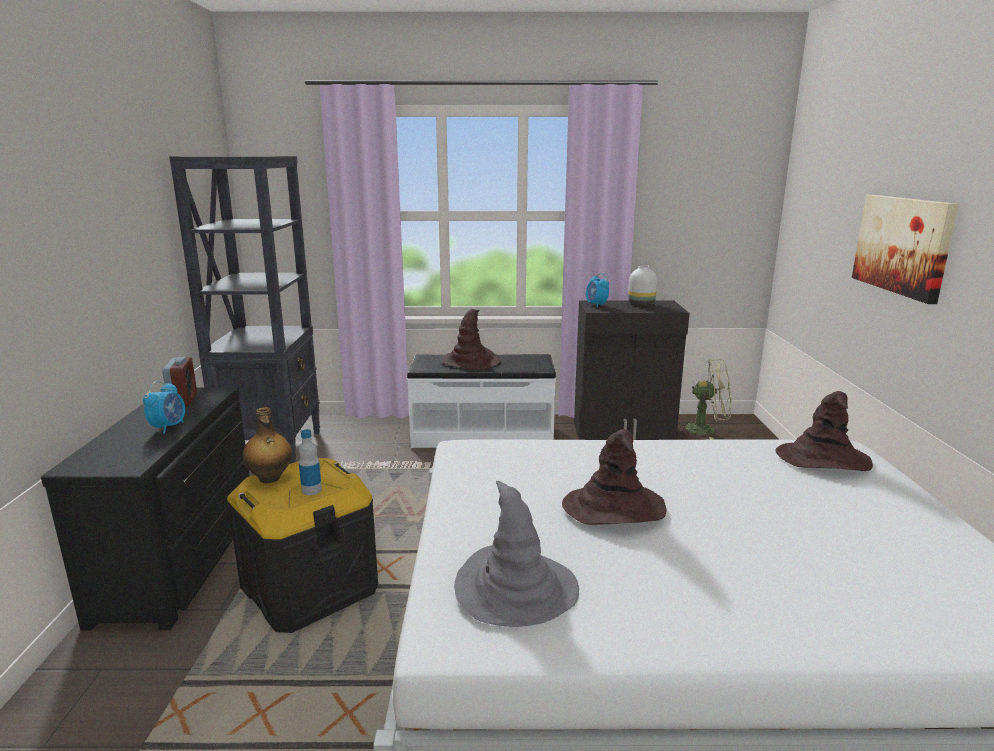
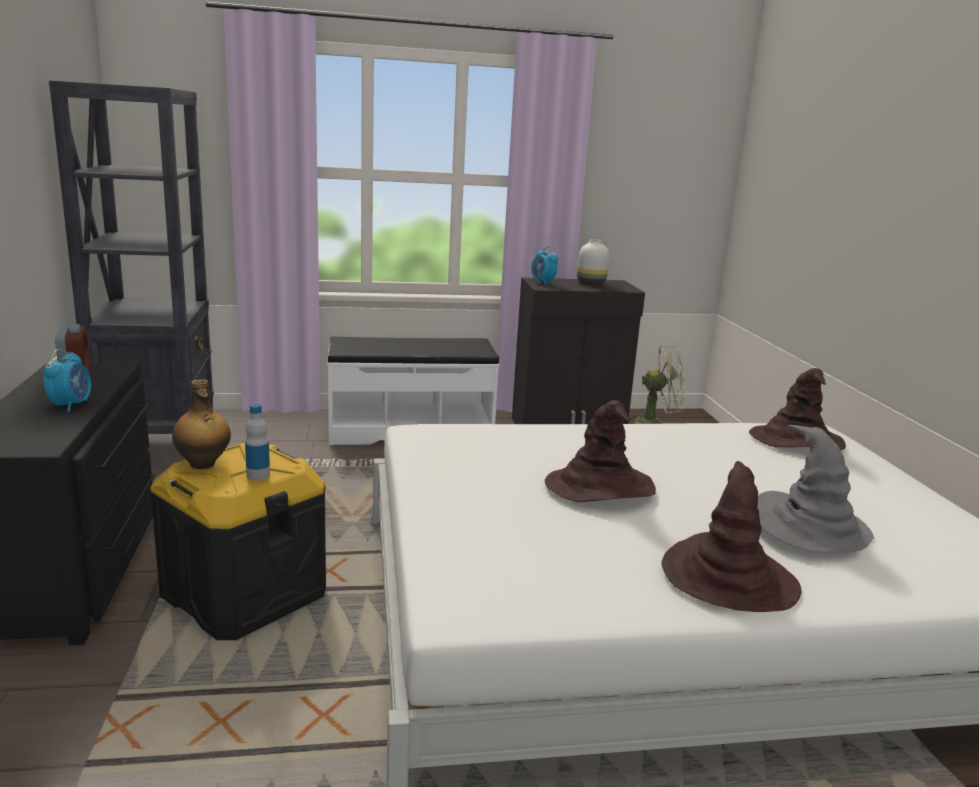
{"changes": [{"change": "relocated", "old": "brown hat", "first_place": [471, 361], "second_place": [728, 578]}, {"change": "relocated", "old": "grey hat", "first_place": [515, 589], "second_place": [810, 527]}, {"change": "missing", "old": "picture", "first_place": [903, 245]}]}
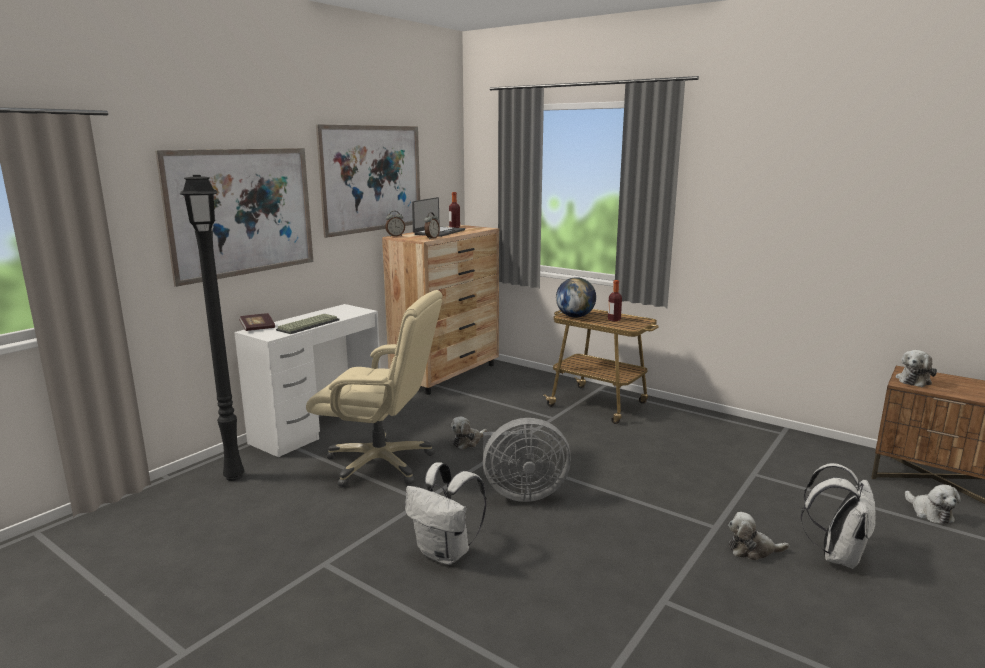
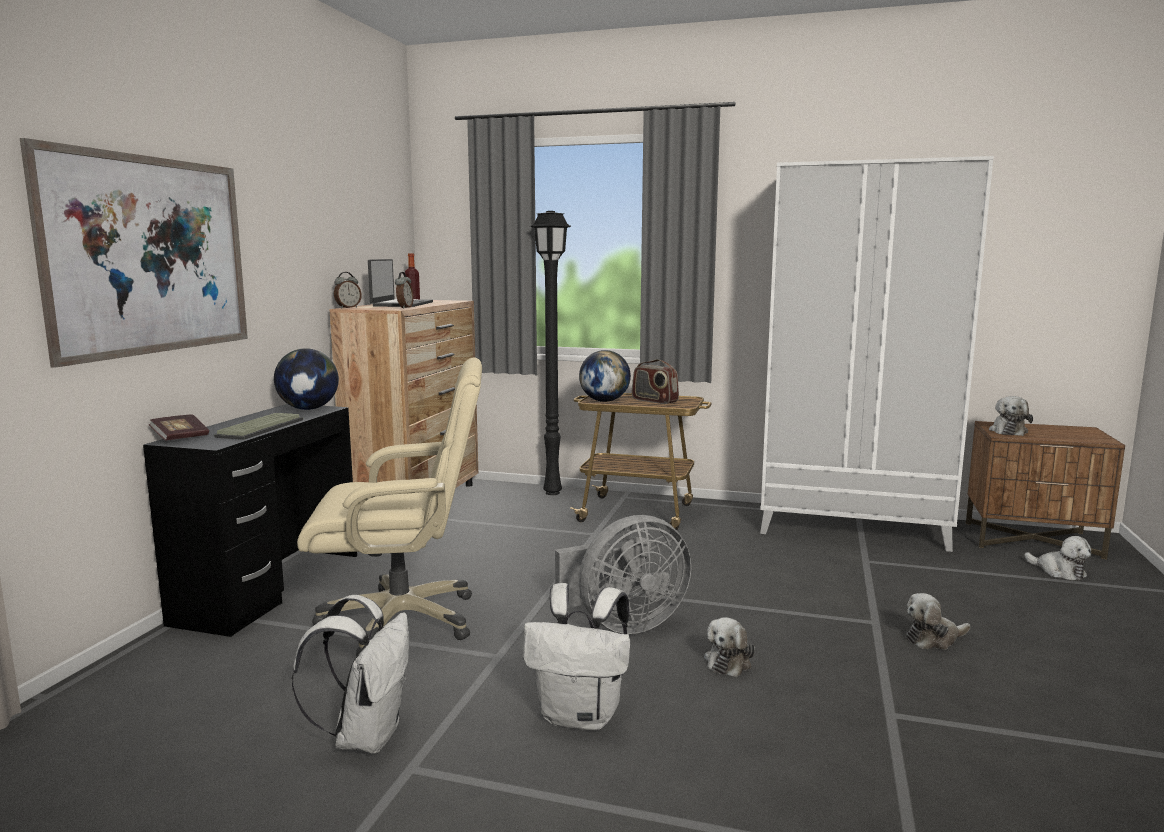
{"changes": [{"change": "colour", "old": "white desk", "new": "black desk", "first_place": [318, 426], "second_place": [270, 587]}, {"change": "appeared", "new": "globe", "second_place": [308, 409]}, {"change": "relocated", "old": "white backpack", "first_place": [836, 555], "second_place": [366, 736]}, {"change": "relocated", "old": "black floor lamp", "first_place": [233, 476], "second_place": [551, 493]}, {"change": "exchanged", "old": "bottle", "new": "radio", "first_place": [614, 320], "second_place": [654, 401]}, {"change": "relocated", "old": "plush toy", "first_place": [467, 442], "second_place": [729, 661]}, {"change": "appeared", "new": "white wardrobe", "second_place": [852, 526]}, {"change": "missing", "old": "picture", "first_place": [372, 178]}]}
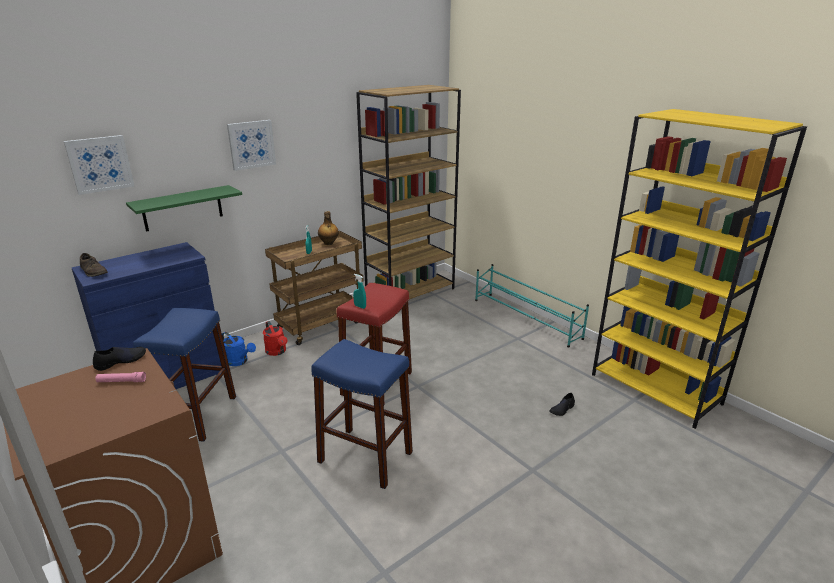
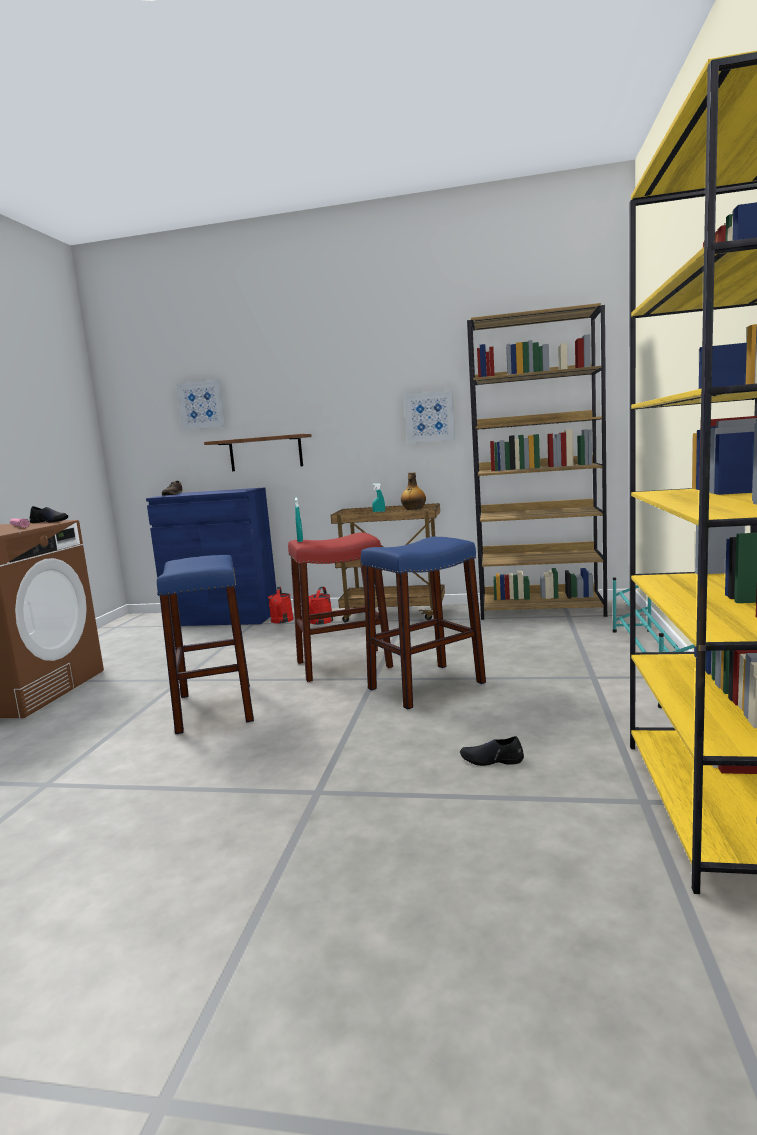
{"changes": [{"change": "colour", "old": "green shelf", "new": "brown shelf", "first_place": [182, 208], "second_place": [265, 453]}, {"change": "colour", "old": "blue watering can", "new": "red watering can", "first_place": [239, 361], "second_place": [282, 621]}, {"change": "relocated", "old": "blue stool", "first_place": [197, 415], "second_place": [426, 685]}, {"change": "relocated", "old": "picture", "first_place": [251, 144], "second_place": [429, 417]}]}
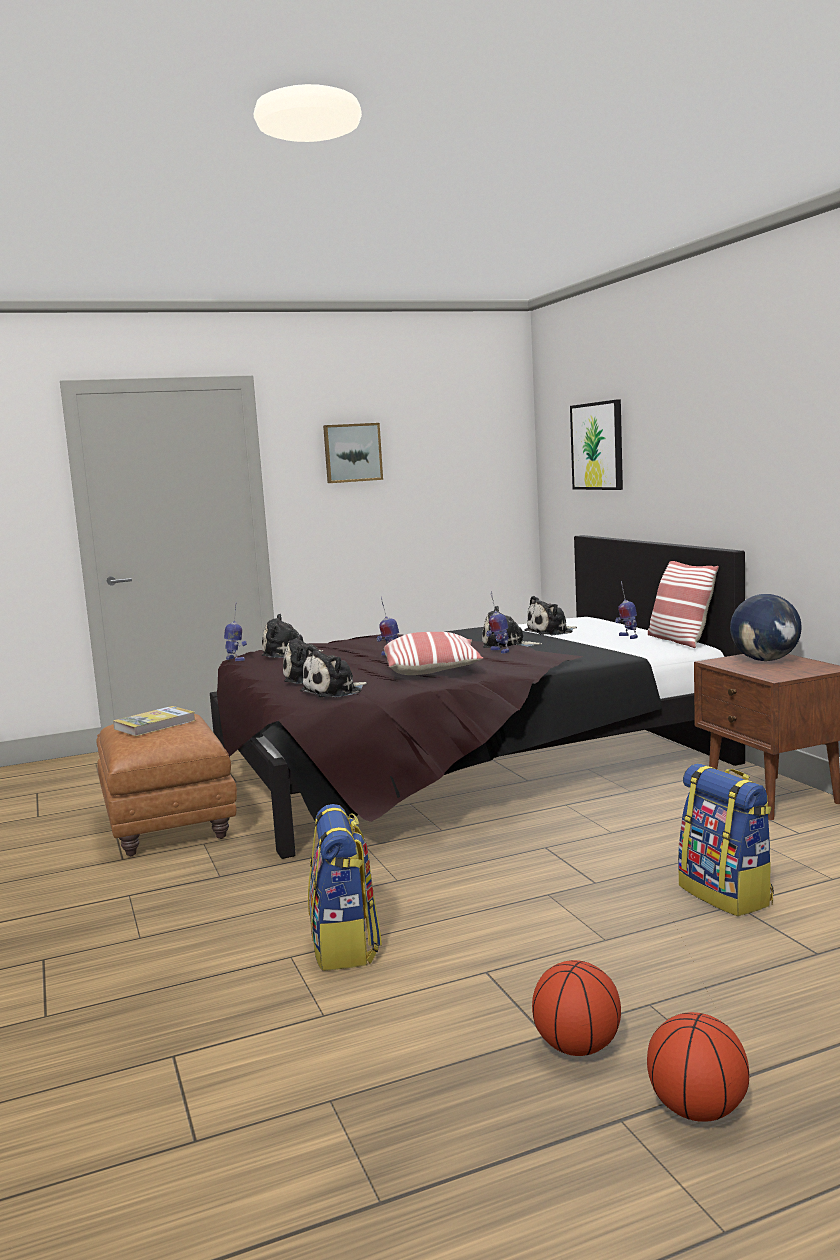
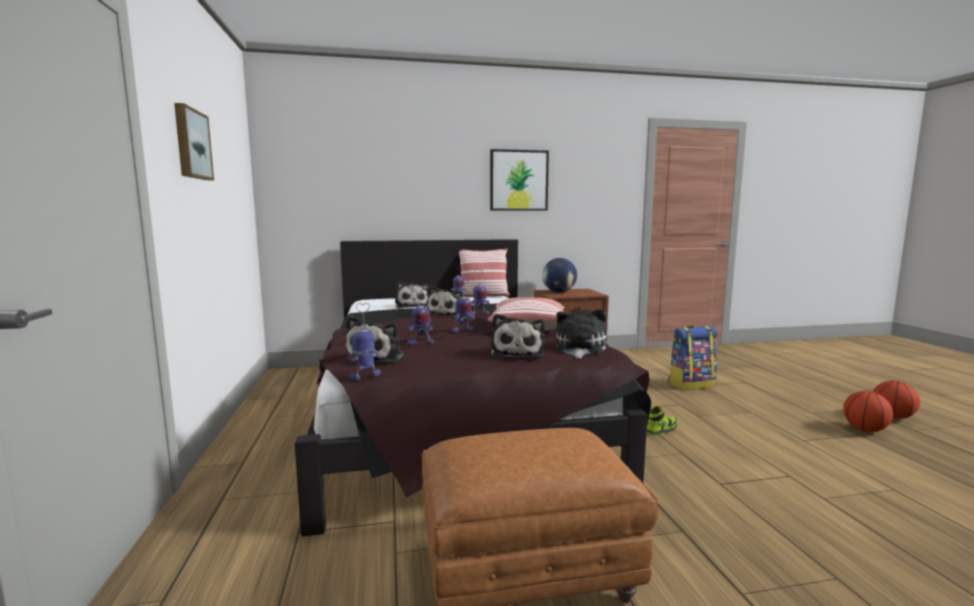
{"changes": [{"change": "appeared", "new": "toy robot", "second_place": [420, 343]}, {"change": "relocated", "old": "picture", "first_place": [597, 446], "second_place": [518, 180]}, {"change": "spun", "old": "plush toy", "first_place": [335, 691], "second_place": [579, 348], "degrees": -135}, {"change": "appeared", "new": "shoe", "second_place": [661, 430]}, {"change": "missing", "old": "book", "first_place": [155, 725]}, {"change": "missing", "old": "backpack", "first_place": [346, 946]}]}
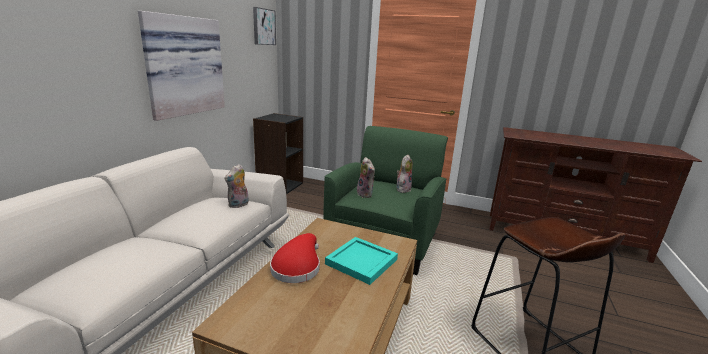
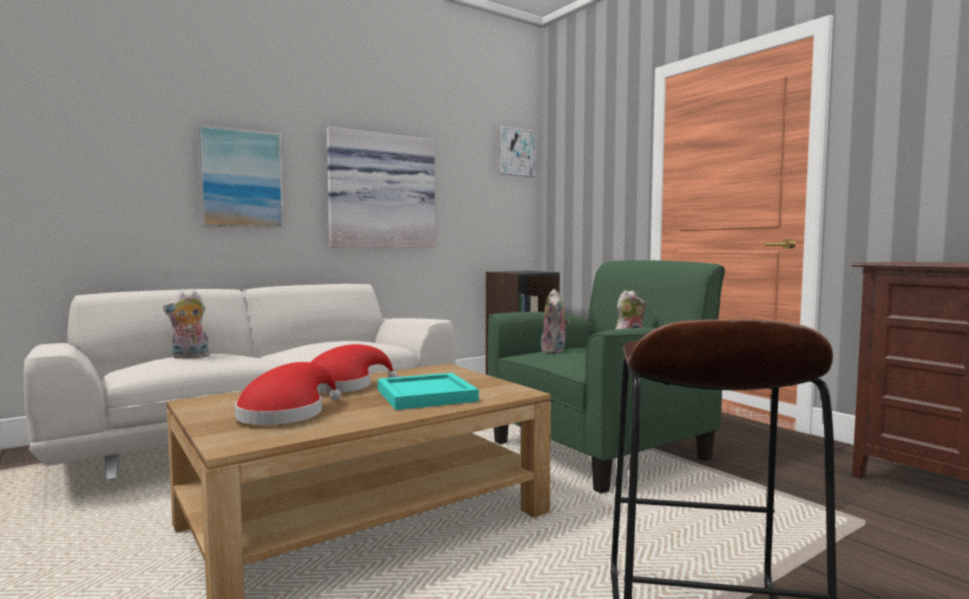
{"changes": [{"change": "relocated", "old": "plush toy", "first_place": [238, 205], "second_place": [189, 357]}, {"change": "appeared", "new": "picture", "second_place": [241, 179]}, {"change": "appeared", "new": "red hat", "second_place": [286, 414]}]}
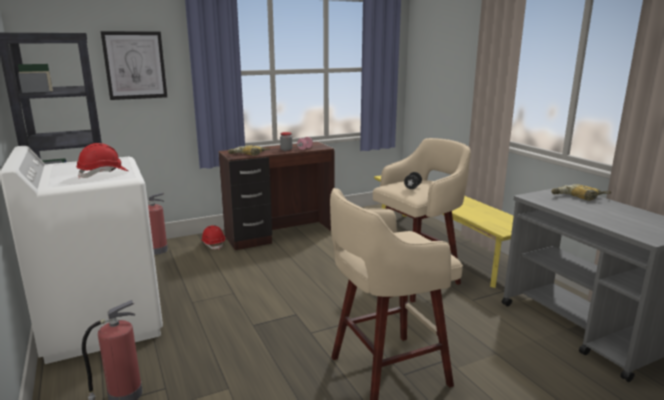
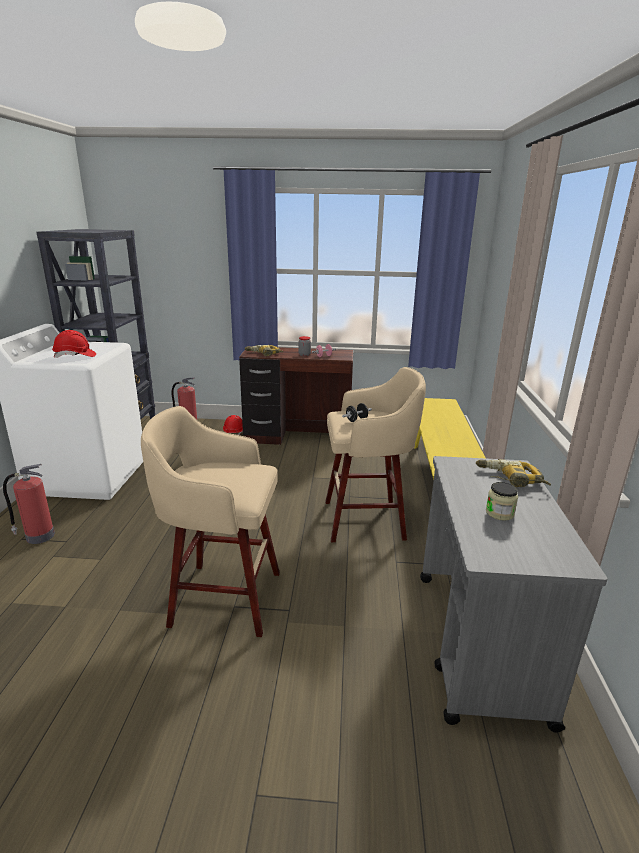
{"changes": [{"change": "appeared", "new": "jar", "second_place": [499, 513]}, {"change": "missing", "old": "picture", "first_place": [135, 65]}]}
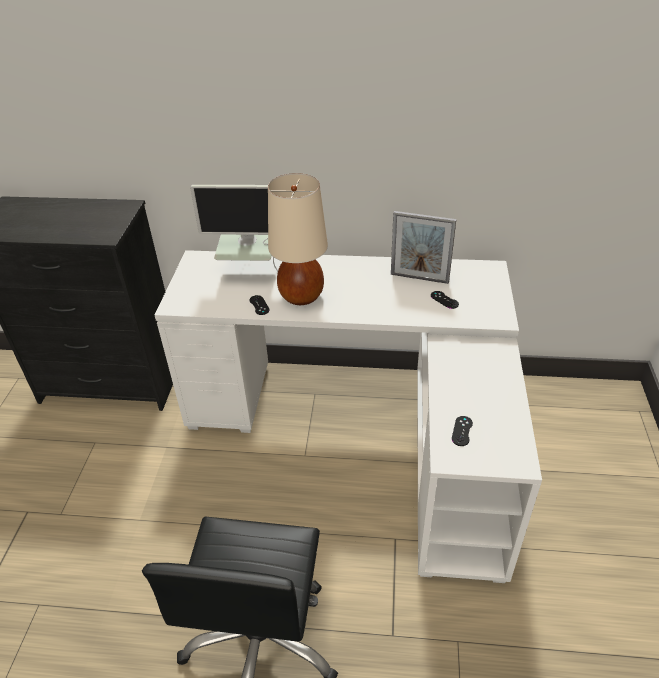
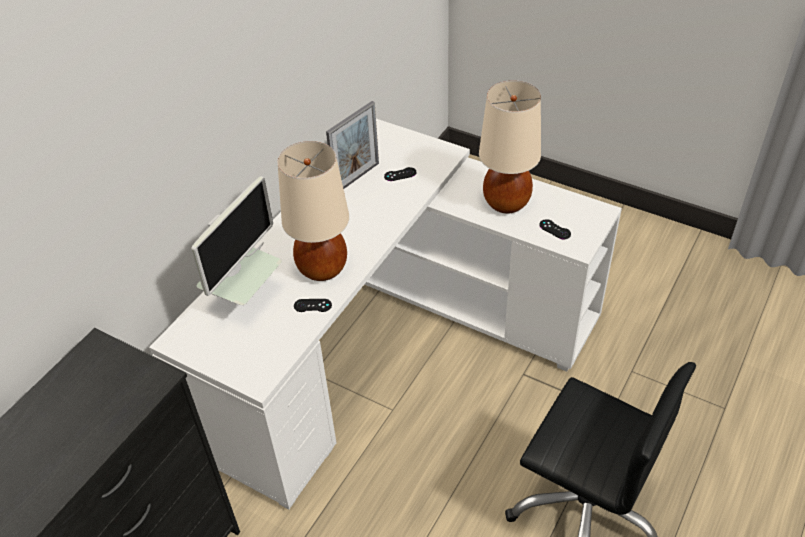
{"changes": [{"change": "appeared", "new": "beige table lamp", "second_place": [506, 202]}]}
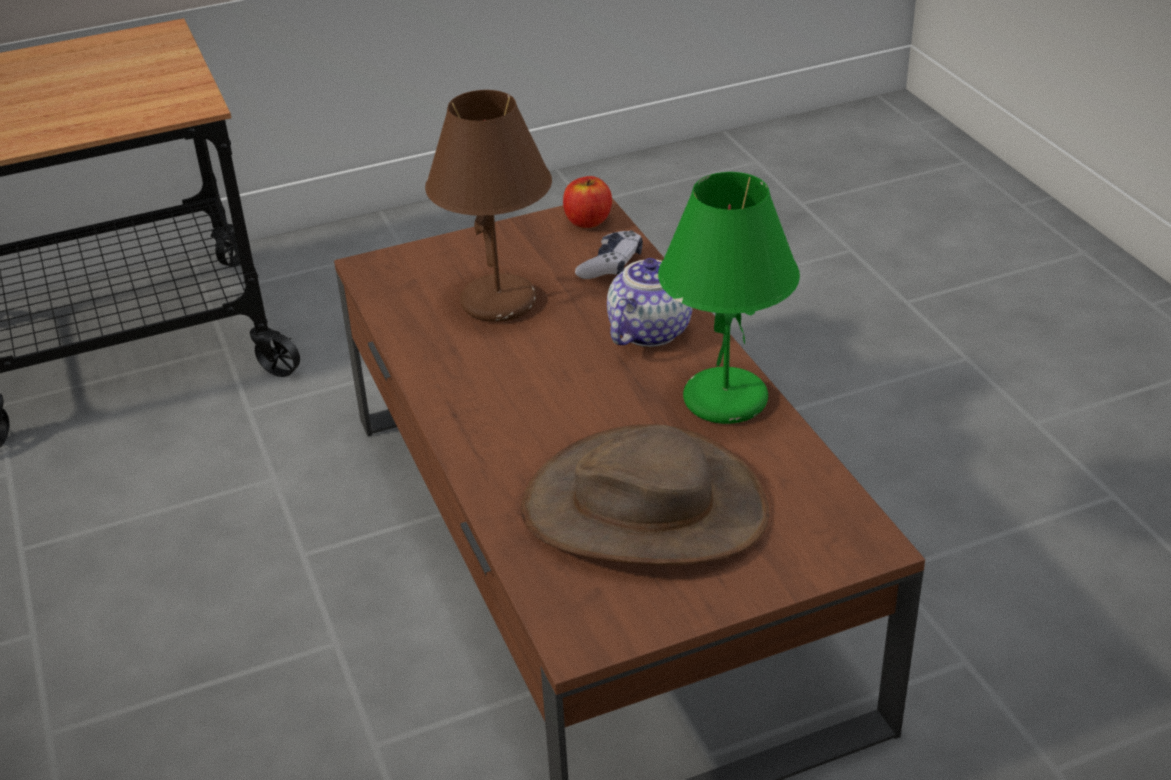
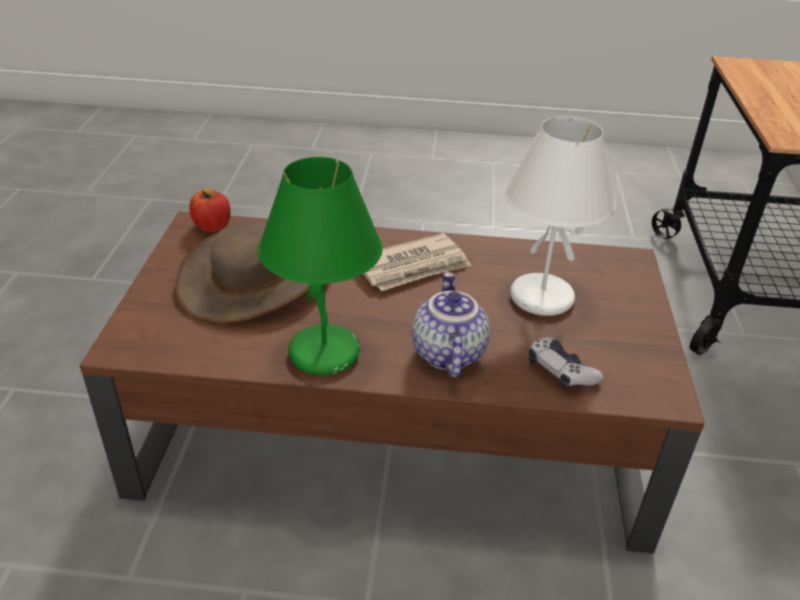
{"changes": [{"change": "relocated", "old": "apple", "first_place": [587, 221], "second_place": [212, 226]}, {"change": "appeared", "new": "newspaper", "second_place": [413, 266]}, {"change": "spun", "old": "teapot", "first_place": [648, 330], "second_place": [446, 353], "degrees": -150}, {"change": "colour", "old": "brown table lamp", "new": "white table lamp", "first_place": [500, 303], "second_place": [540, 298]}]}
